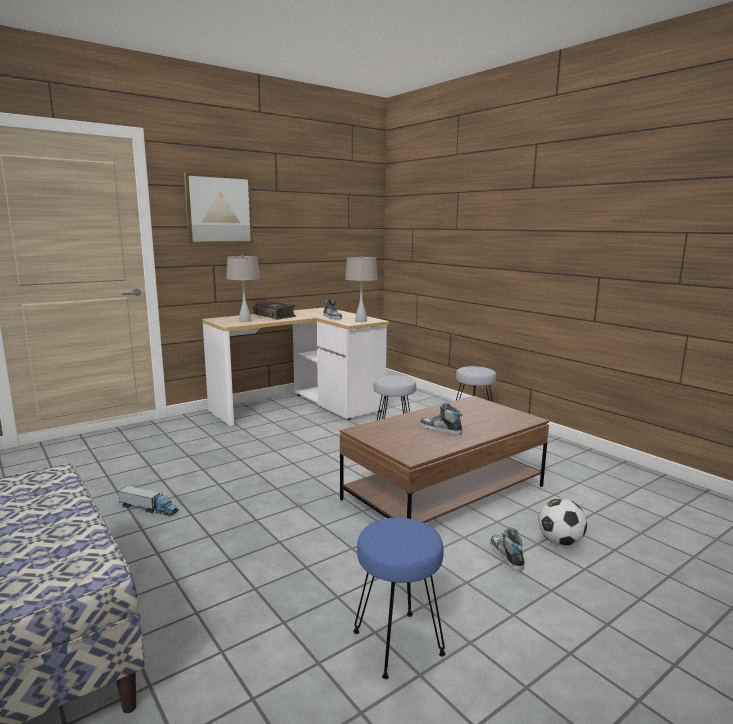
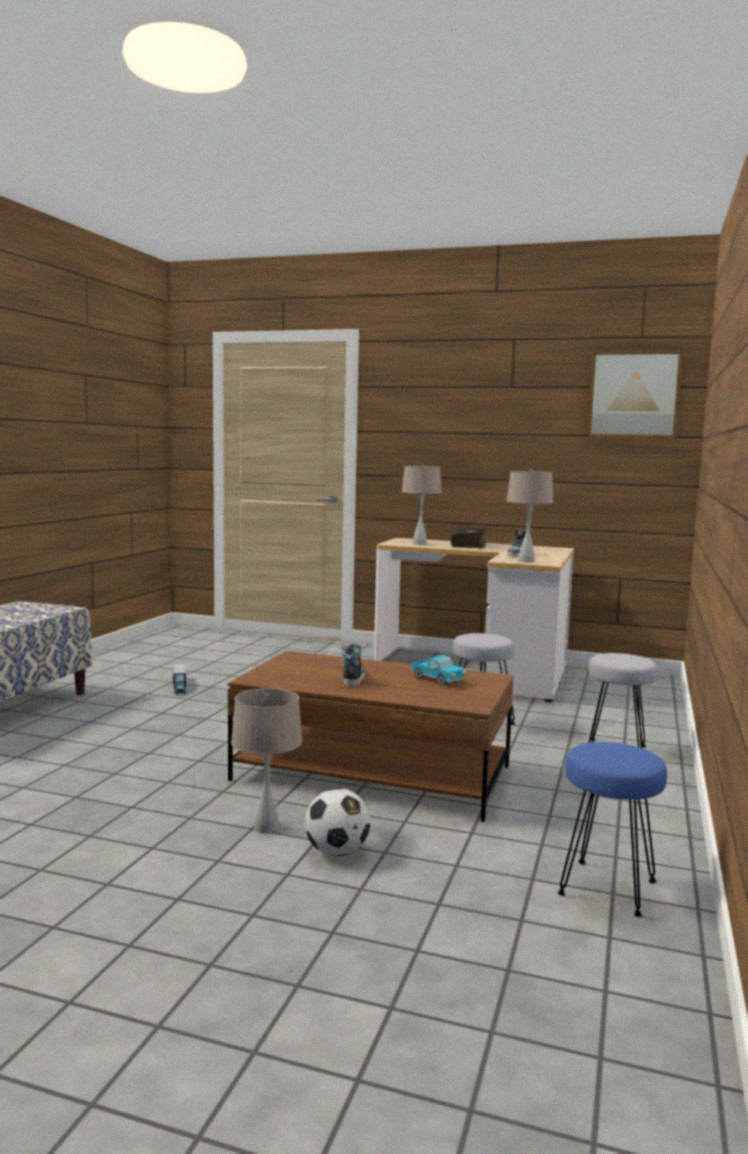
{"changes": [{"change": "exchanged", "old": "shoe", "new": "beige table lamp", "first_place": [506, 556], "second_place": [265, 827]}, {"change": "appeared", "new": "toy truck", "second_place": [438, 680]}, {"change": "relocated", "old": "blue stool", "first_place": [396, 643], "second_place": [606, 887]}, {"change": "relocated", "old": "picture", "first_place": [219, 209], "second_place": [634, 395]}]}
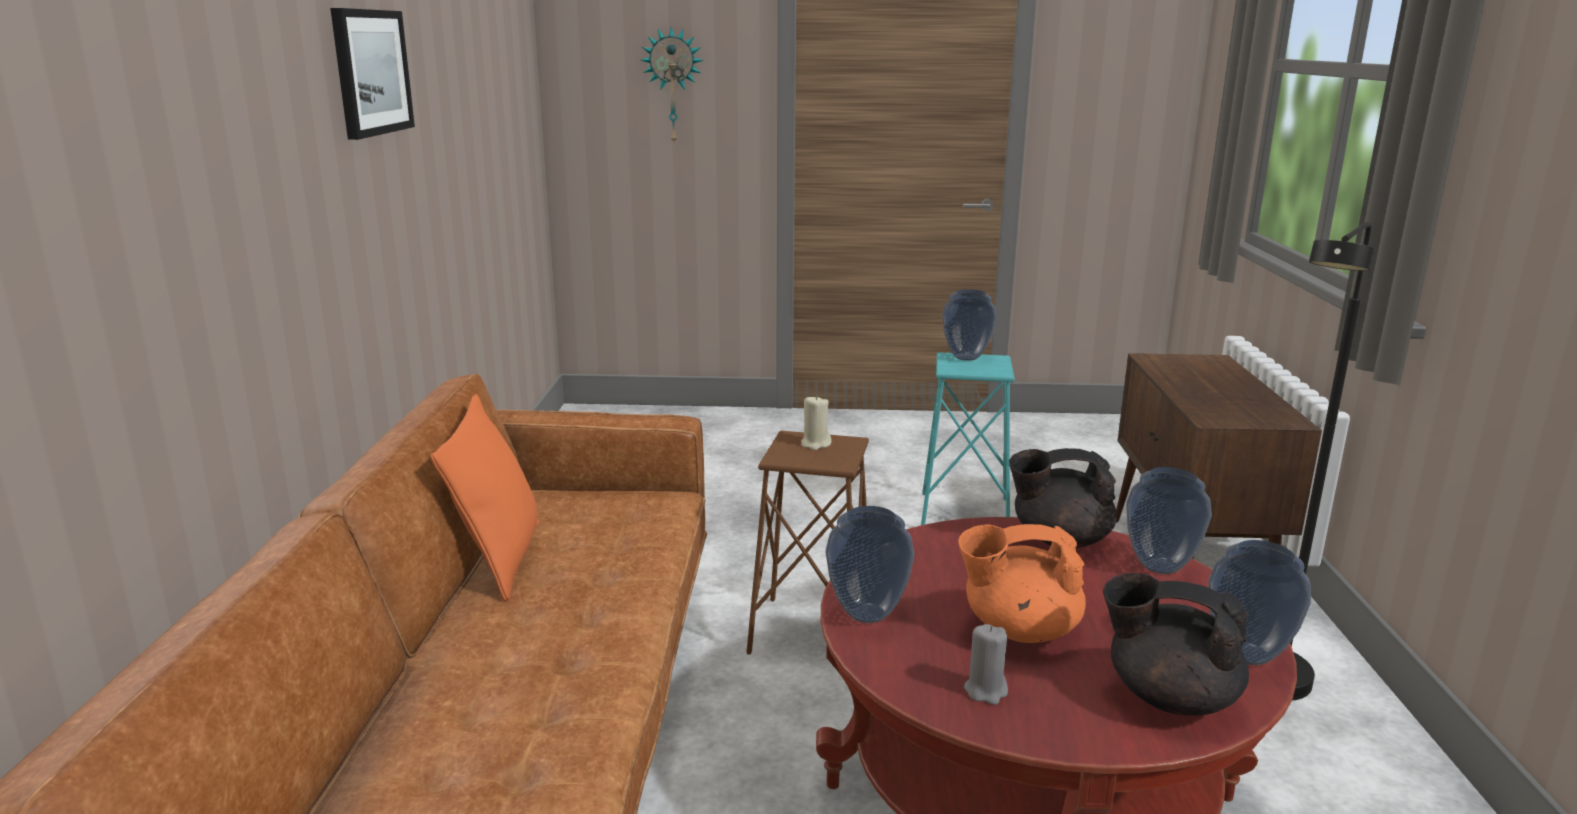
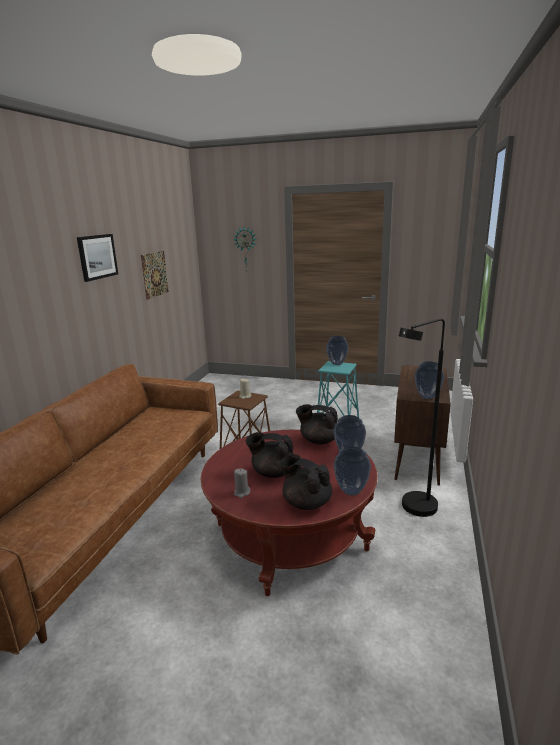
{"changes": [{"change": "appeared", "new": "picture", "second_place": [155, 274]}, {"change": "colour", "old": "orange teapot", "new": "black teapot", "first_place": [1018, 630], "second_place": [272, 473]}, {"change": "relocated", "old": "vase", "first_place": [867, 615], "second_place": [427, 397]}, {"change": "missing", "old": "orange pillow", "first_place": [500, 560]}]}
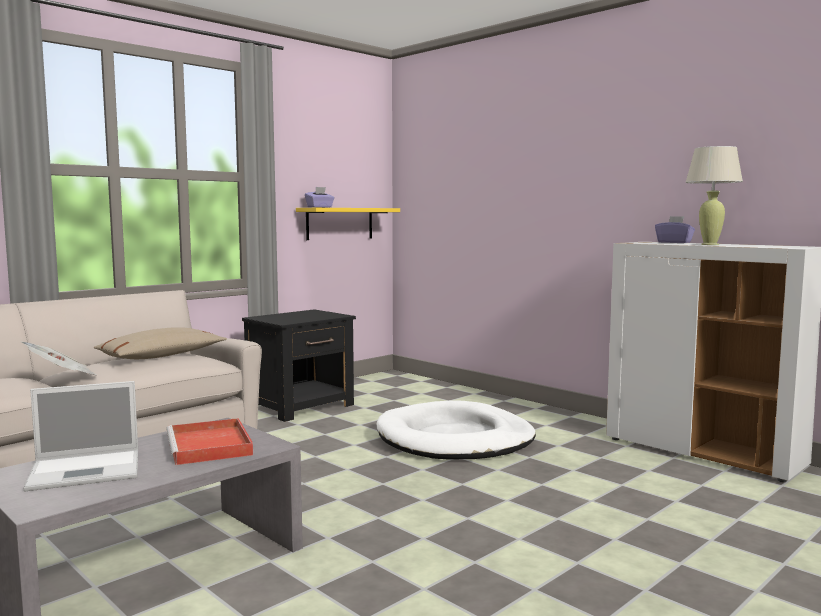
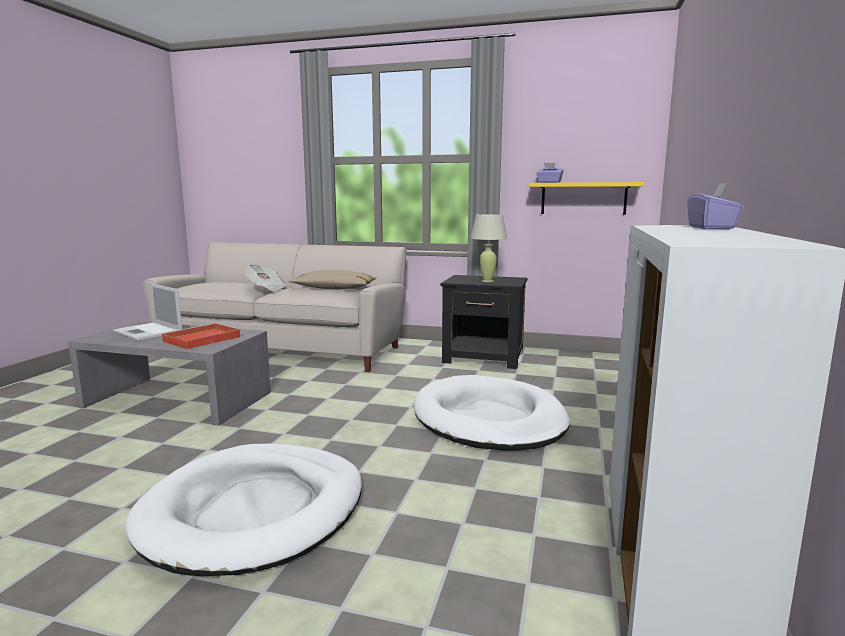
{"changes": [{"change": "appeared", "new": "white dog bed", "second_place": [255, 511]}, {"change": "relocated", "old": "beige table lamp", "first_place": [710, 244], "second_place": [487, 281]}]}
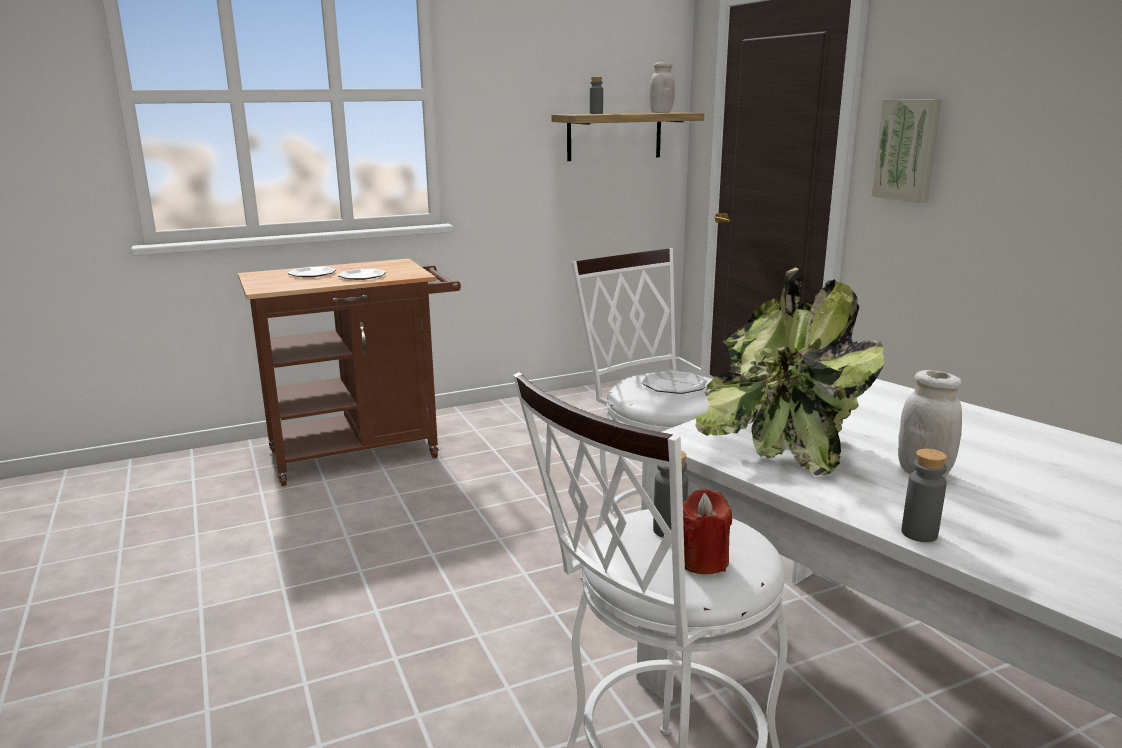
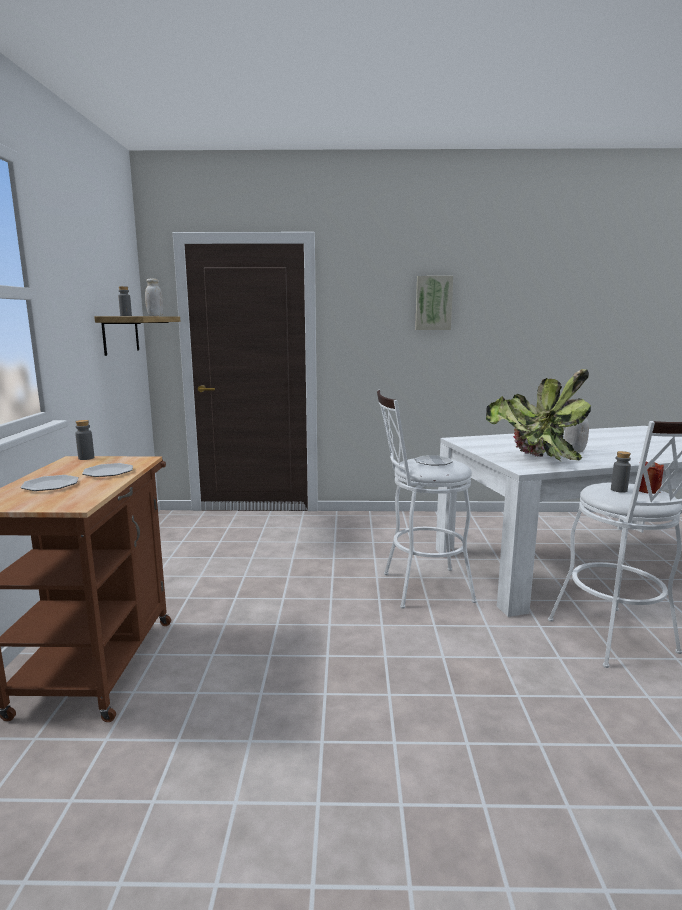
{"changes": [{"change": "relocated", "old": "grey bottle", "first_place": [919, 533], "second_place": [86, 458]}, {"change": "relocated", "old": "picture", "first_place": [908, 149], "second_place": [433, 303]}]}
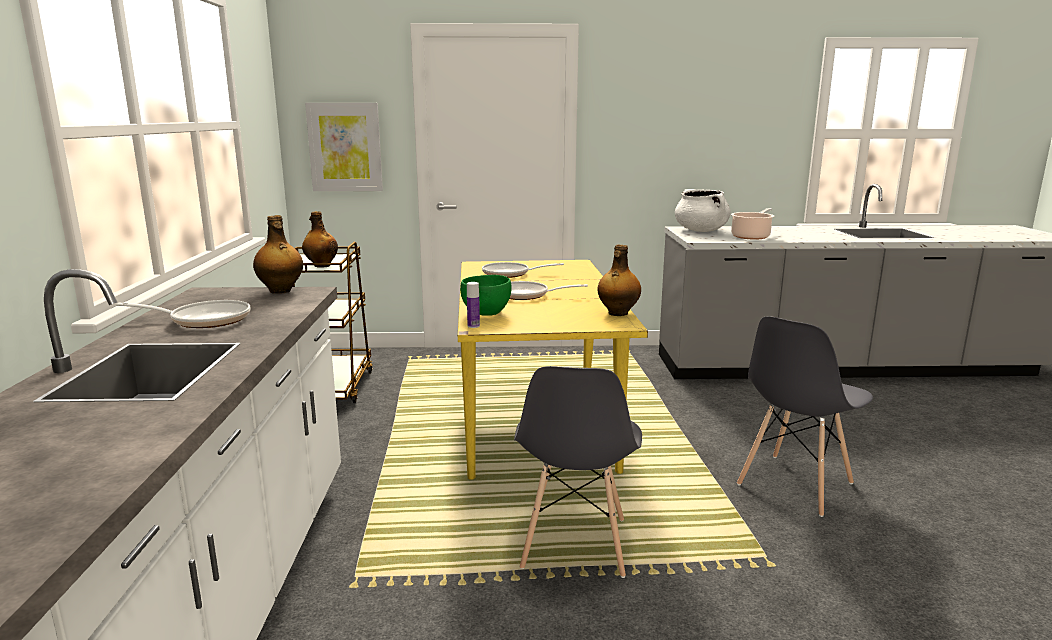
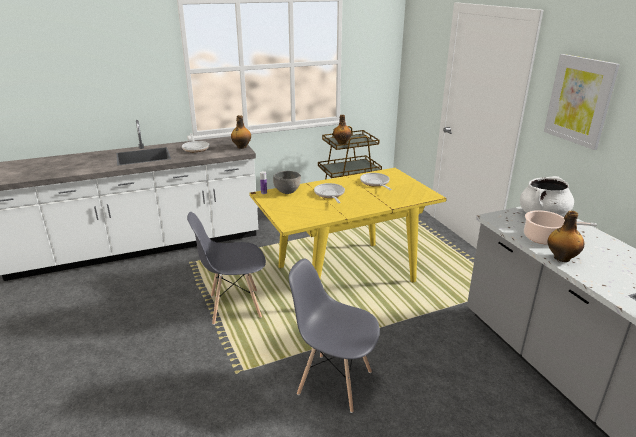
{"changes": [{"change": "colour", "old": "green bowl", "new": "grey bowl", "first_place": [486, 313], "second_place": [287, 191]}, {"change": "relocated", "old": "picture", "first_place": [345, 147], "second_place": [579, 100]}, {"change": "relocated", "old": "bottle", "first_place": [617, 313], "second_place": [561, 258]}]}
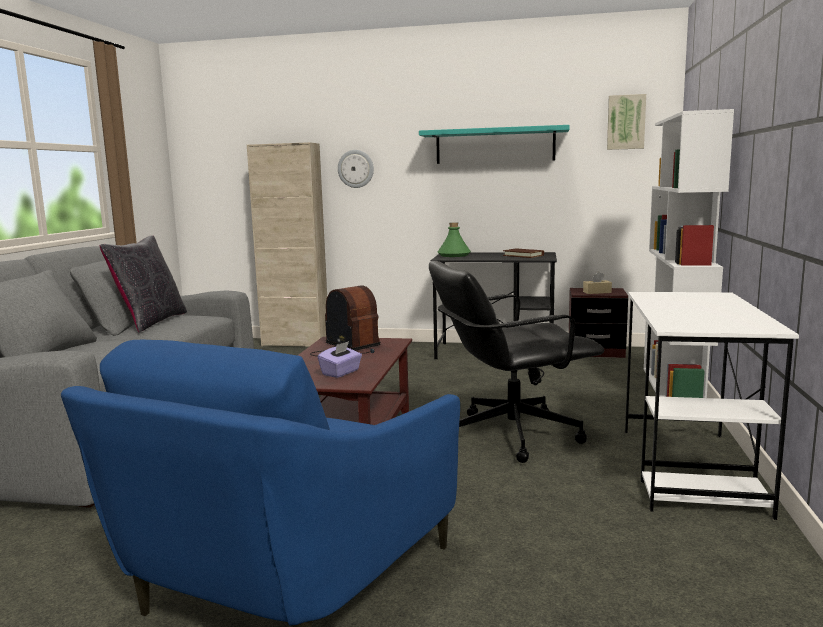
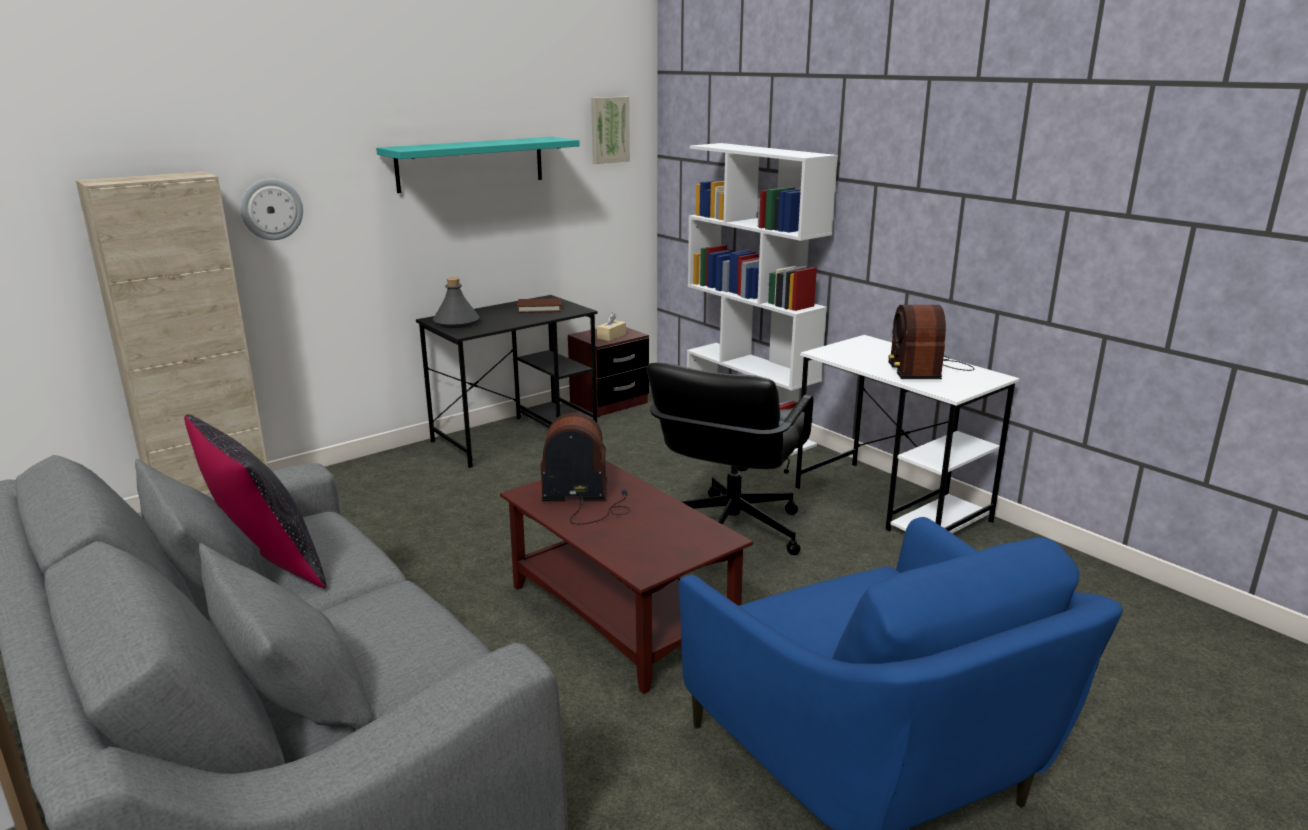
{"changes": [{"change": "colour", "old": "green bottle", "new": "grey bottle", "first_place": [453, 255], "second_place": [456, 323]}, {"change": "appeared", "new": "radio", "second_place": [925, 369]}, {"change": "missing", "old": "purple tissue box", "first_place": [341, 373]}]}
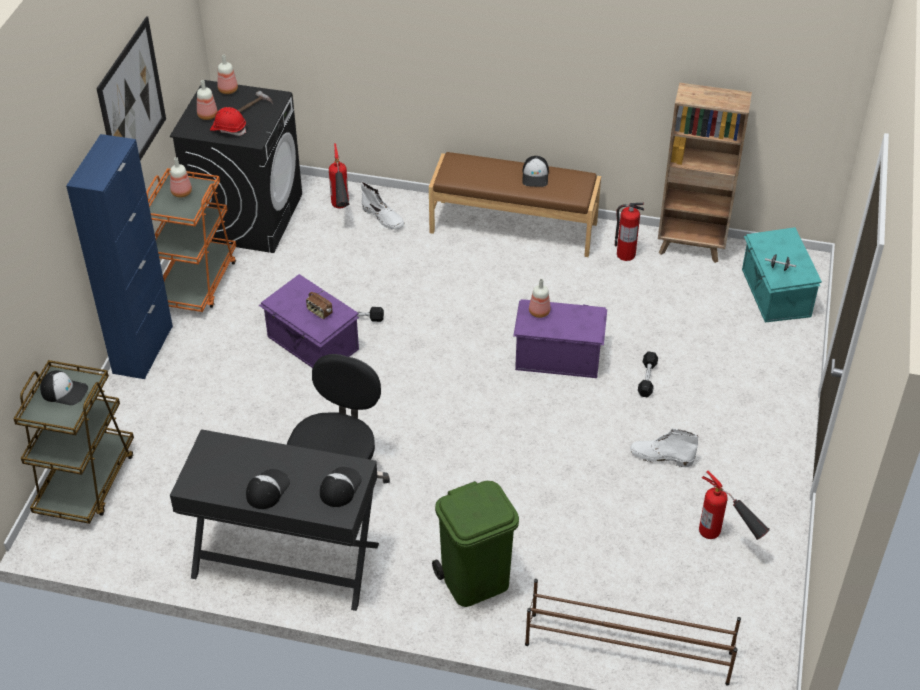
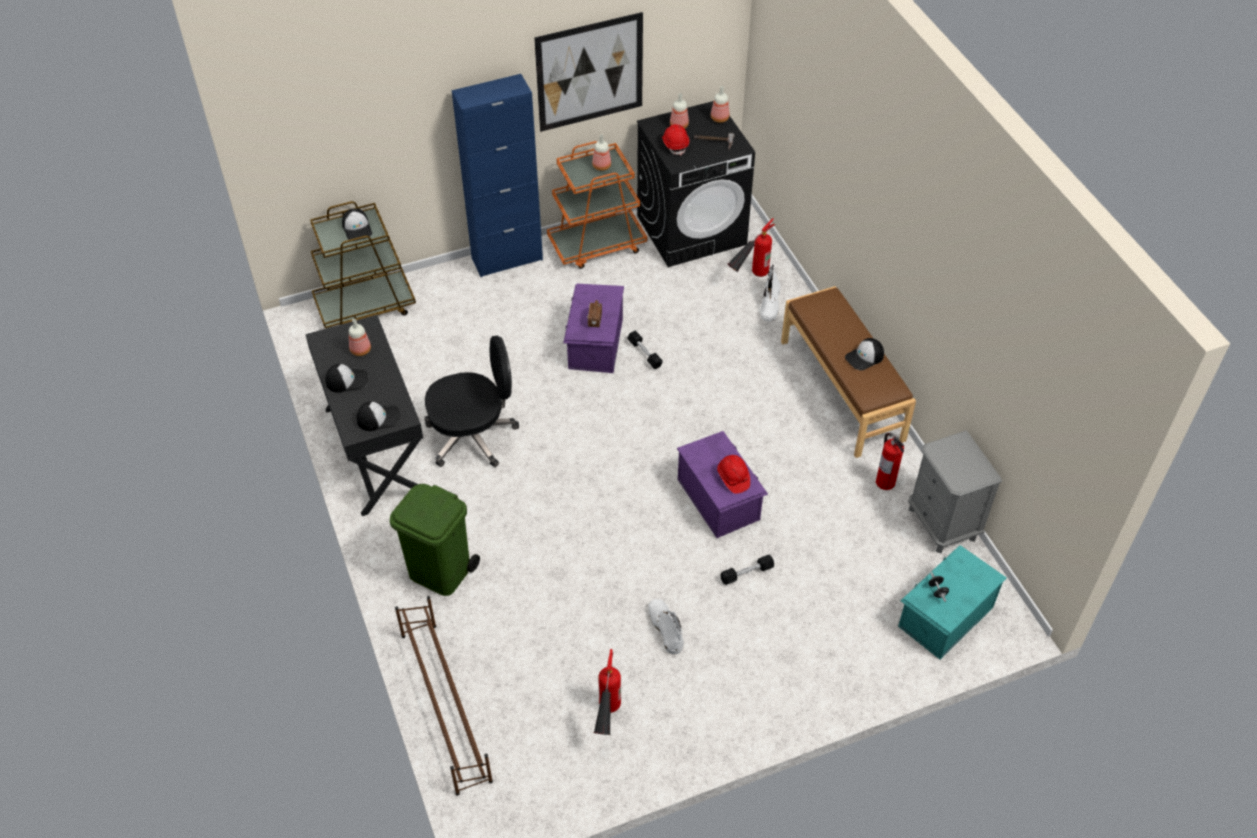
{"changes": [{"change": "relocated", "old": "bottle", "first_place": [538, 312], "second_place": [360, 350]}, {"change": "appeared", "new": "red hard hat", "second_place": [733, 478]}, {"change": "exchanged", "old": "brown bookcase", "new": "grey nightstand", "first_place": [691, 247], "second_place": [942, 524]}]}
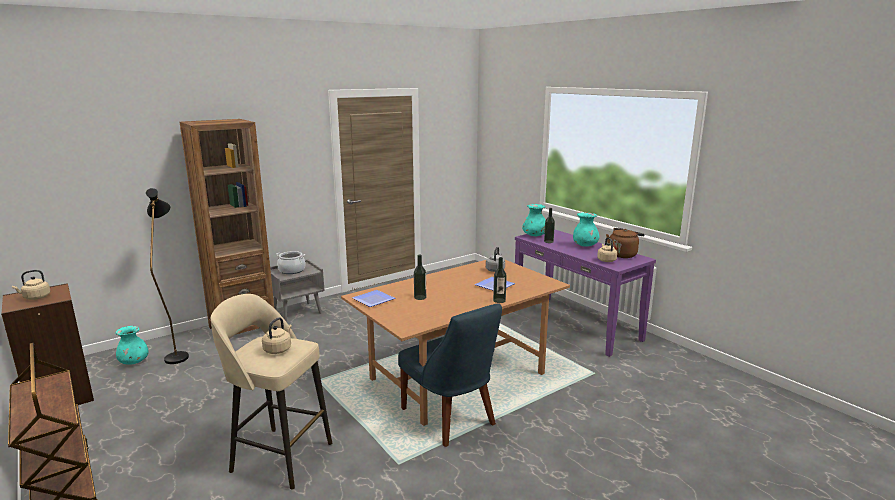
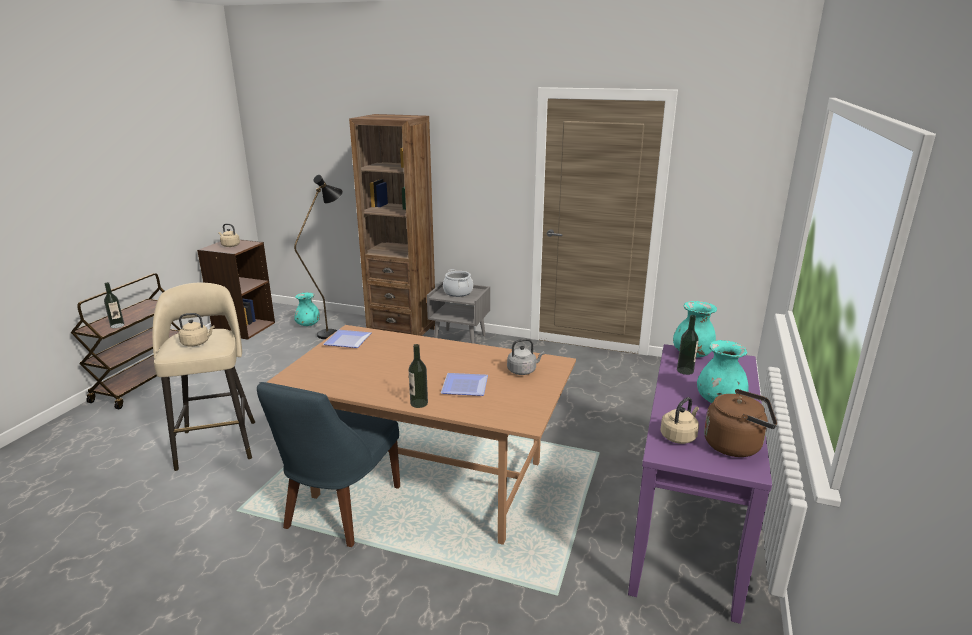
{"changes": [{"change": "relocated", "old": "bottle", "first_place": [420, 297], "second_place": [117, 325]}]}
